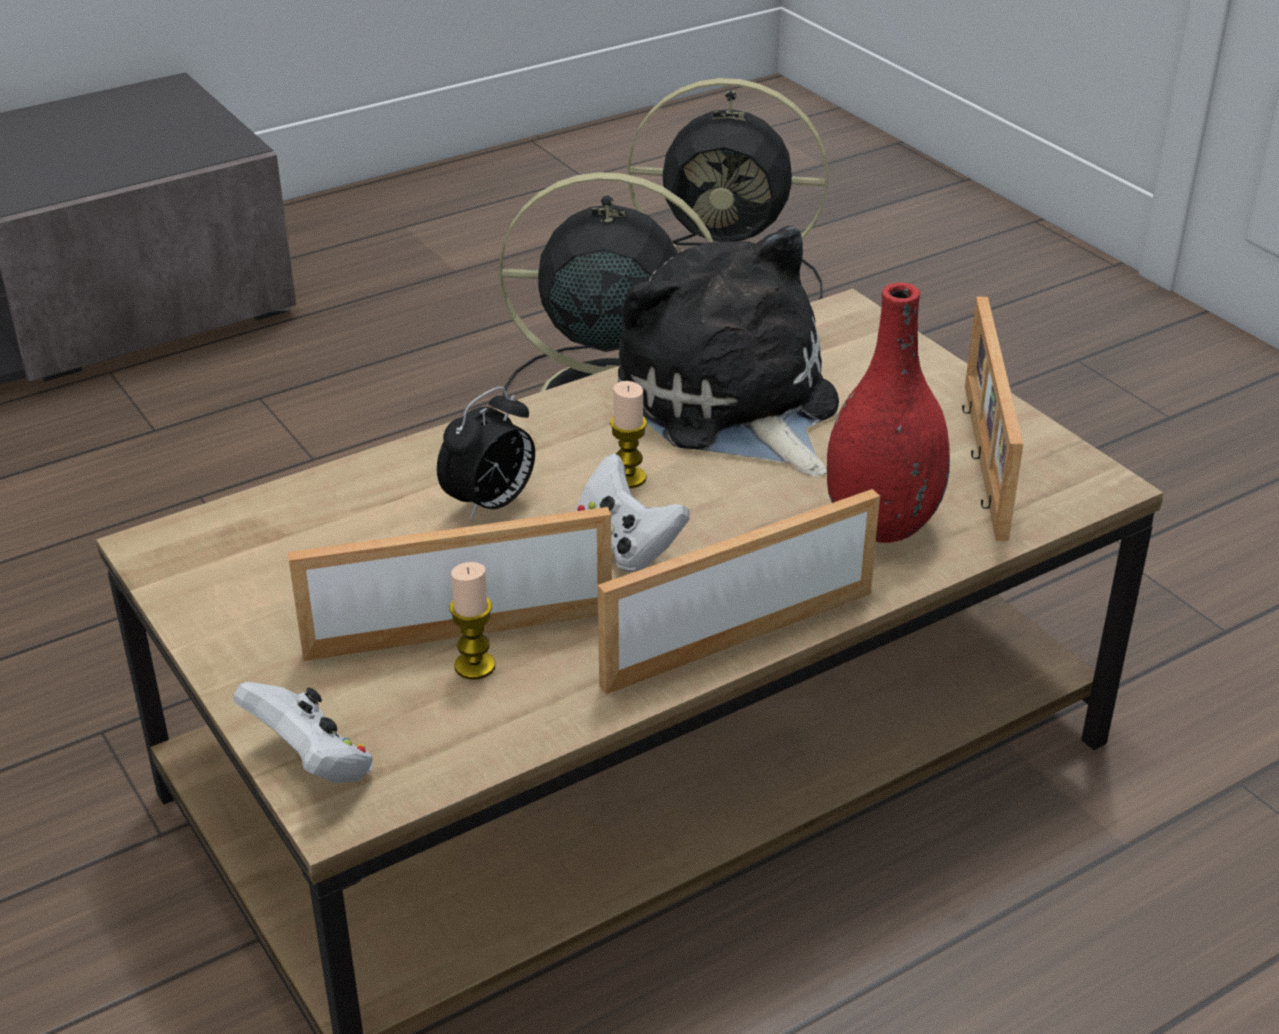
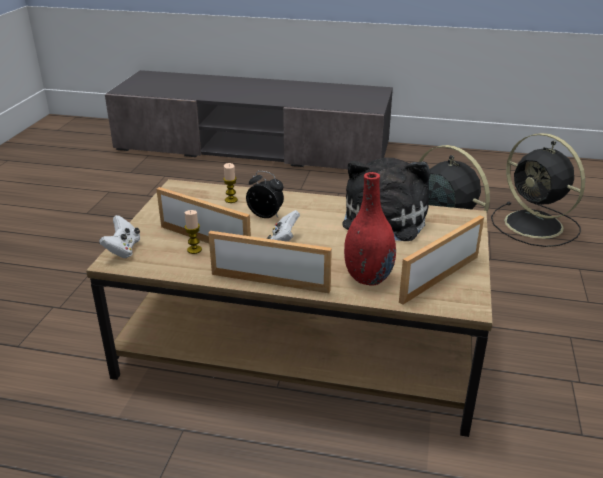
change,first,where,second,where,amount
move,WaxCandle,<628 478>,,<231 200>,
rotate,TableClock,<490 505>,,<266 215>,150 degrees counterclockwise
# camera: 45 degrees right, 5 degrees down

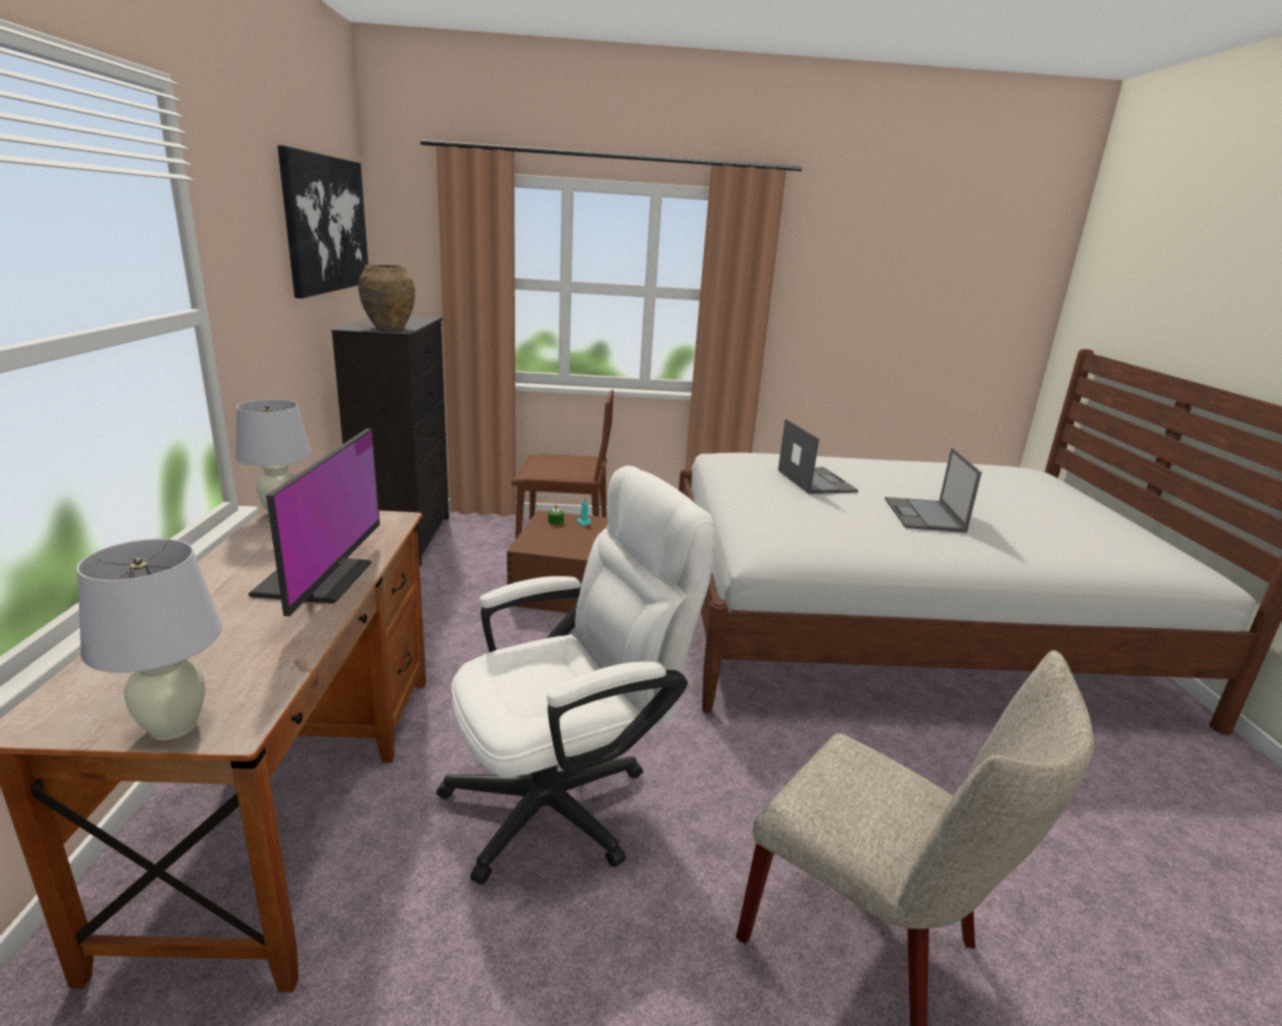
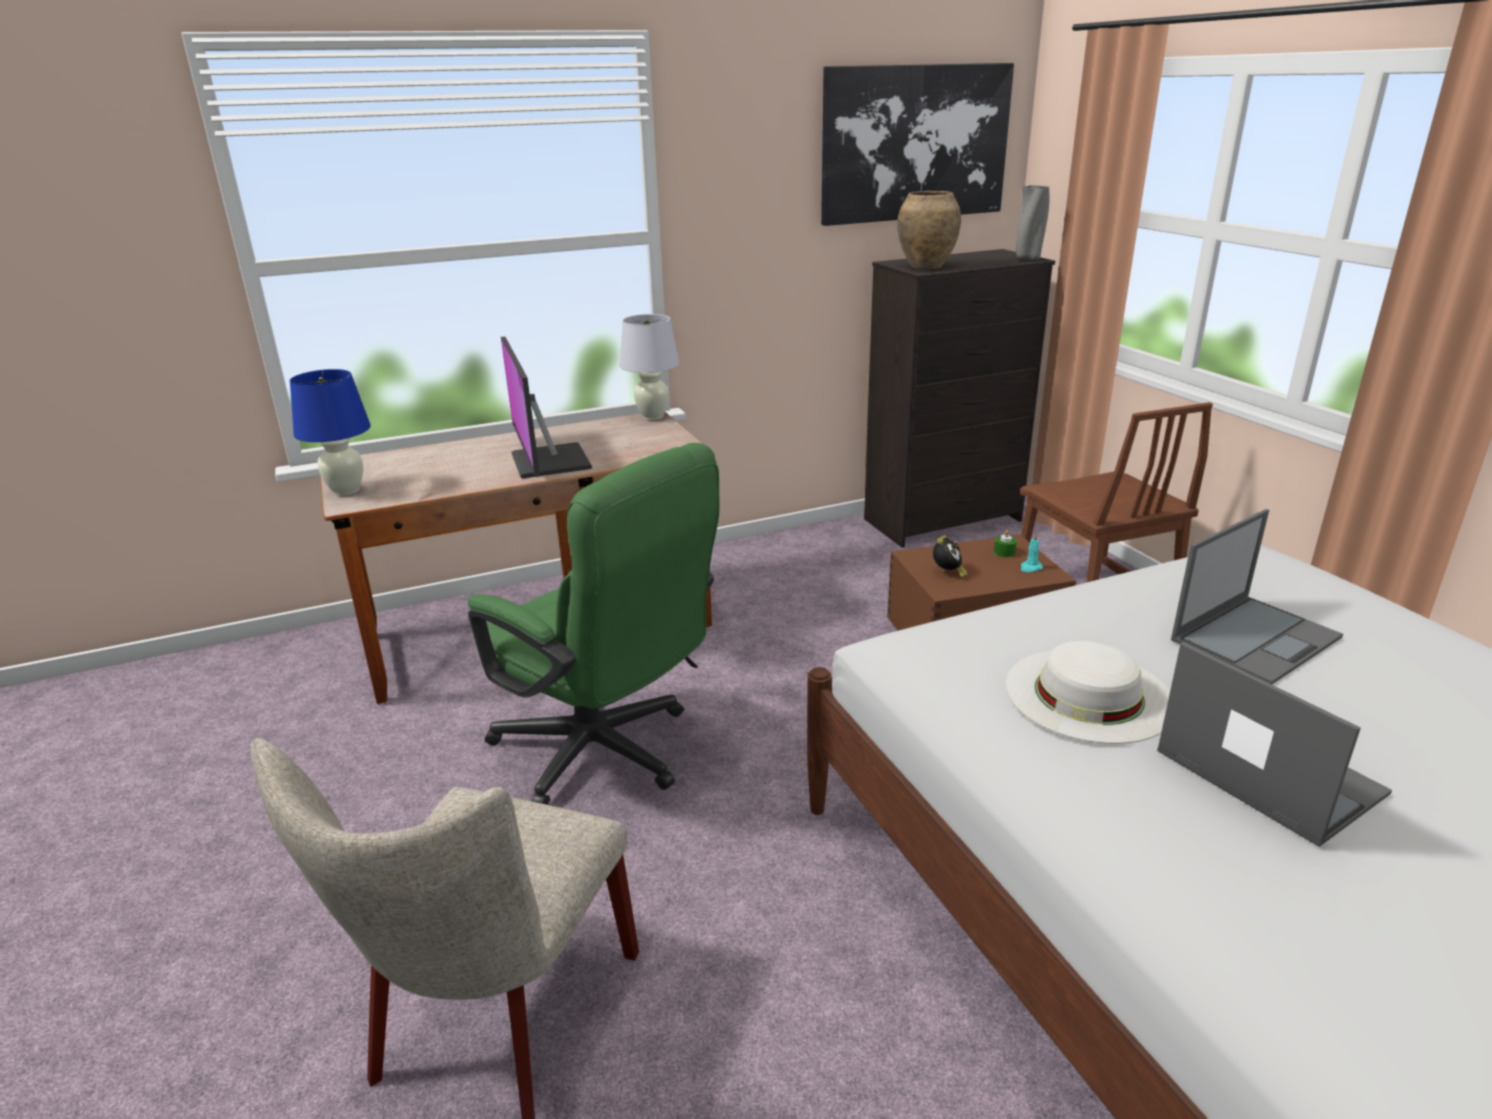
change,first,where,second,where,amount
recolor,WhiteTableLamp,<173 727>,BlueTableLamp,<345 491>,
recolor,WhiteDeskChair,<566 799>,GreenDeskChair,<606 755>,
rotate,ComputerScreen,<317 580>,,<548 462>,90 degrees clockwise
insert,,,TableClock,<948 573>,
insert,,,WhiteHat,<1088 694>,
insert,,,GreyVase,<1028 259>,
rotate,Laptop,<924 515>,,<1266 771>,75 degrees clockwise
# camera: 70 degrees right, 5 degrees up

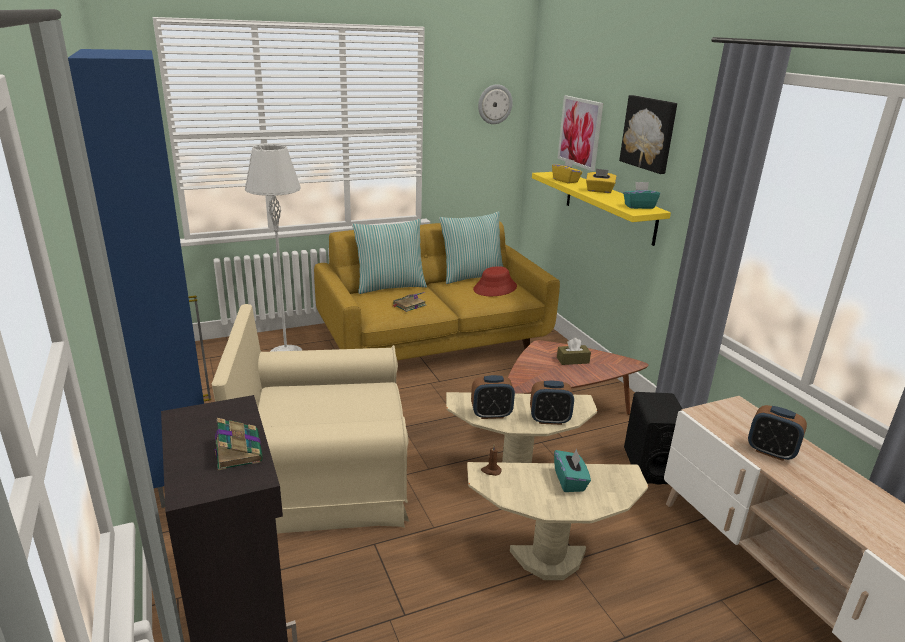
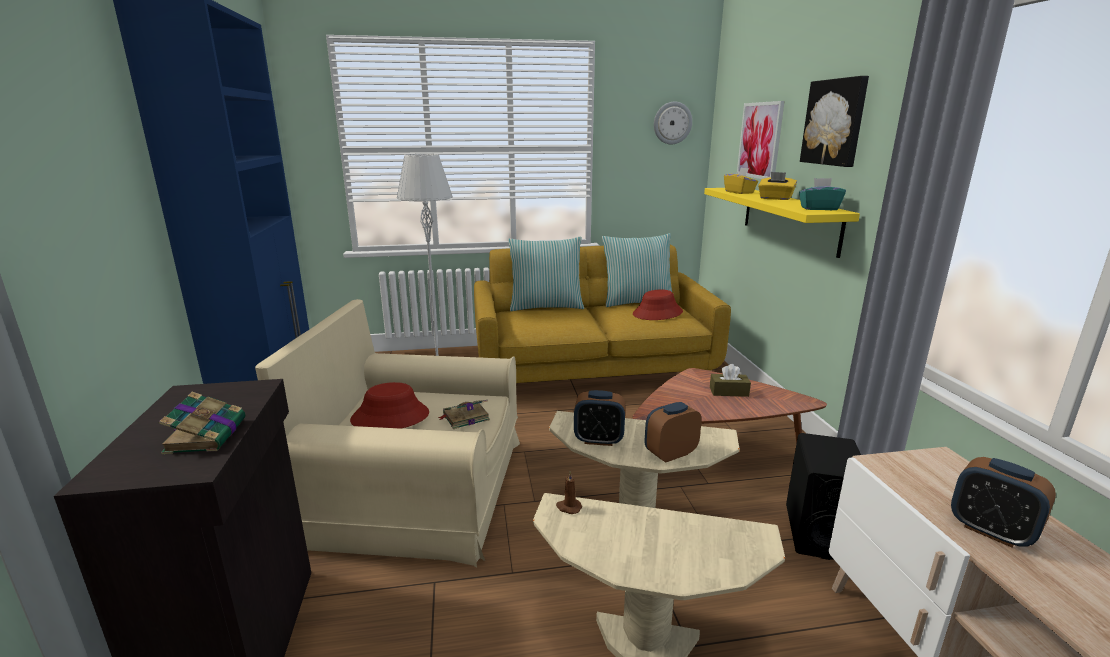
change,first,where,second,where,amount
insert,,,RedColouredHat,<390 417>,
move,Volume,<409 305>,,<465 418>,
rotate,TableClock,<549 420>,,<670 454>,135 degrees clockwise
delete,BlueGreenBoxOfTissues,<570 481>,,,
# camera: 15 degrees right, 5 degrees down

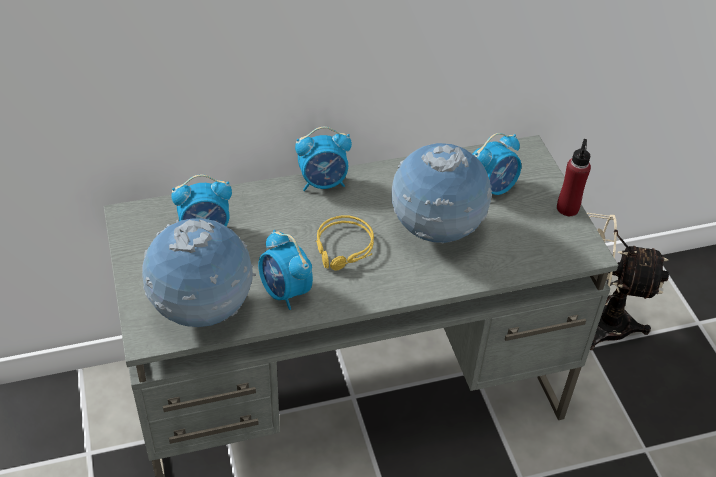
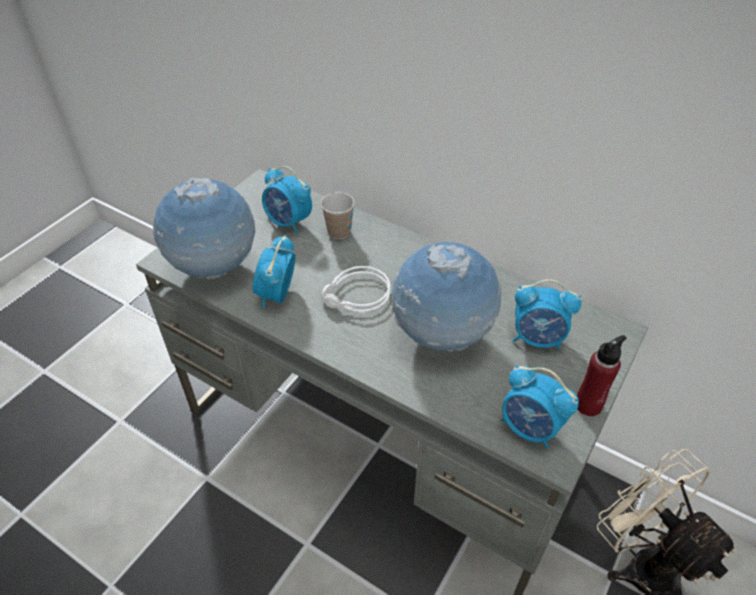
change,first,where,second,where,amount
insert,,,Cup,<339 232>,
recolor,YellowColouredPairOfHeadphones,<344 249>,WhitePairOfHeadphones,<356 297>,
move,TableClock,<323 183>,,<530 428>,
# camera: 50 degrees right, 0 degrees up

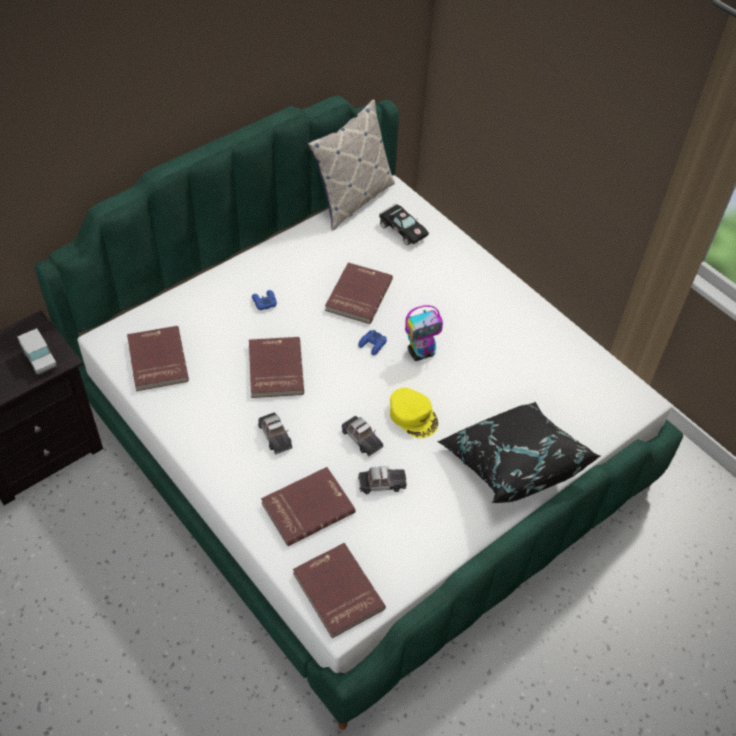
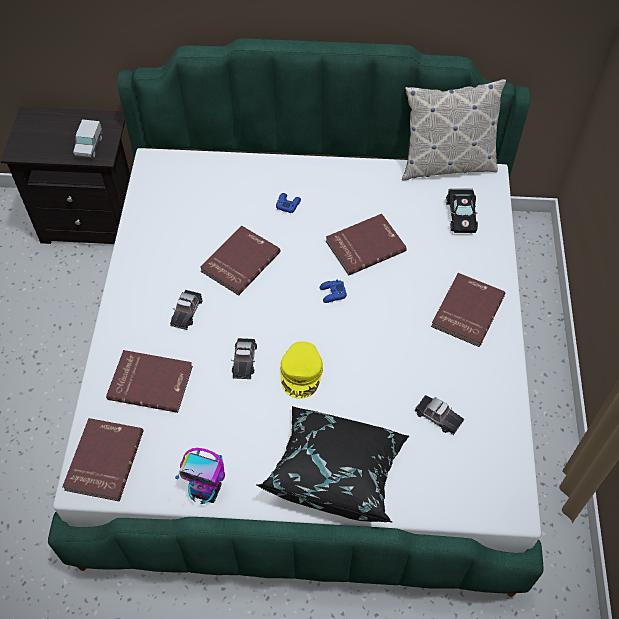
change,first,where,second,where,amount
move,RobotFigure,<421 352>,,<206 490>,
move,ToyCar,<382 483>,,<438 417>,
move,RedColouredVolume,<156 360>,,<466 310>,
# camera: 45 degrees right, 5 degrees up

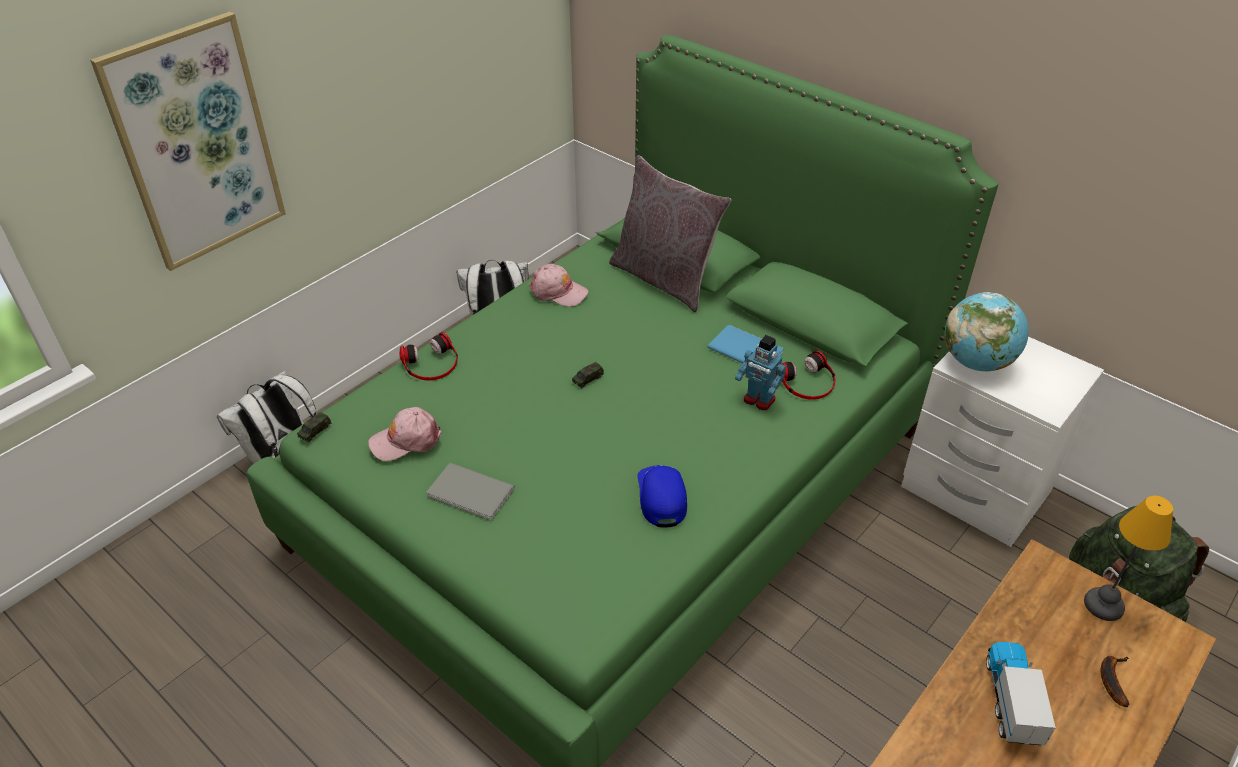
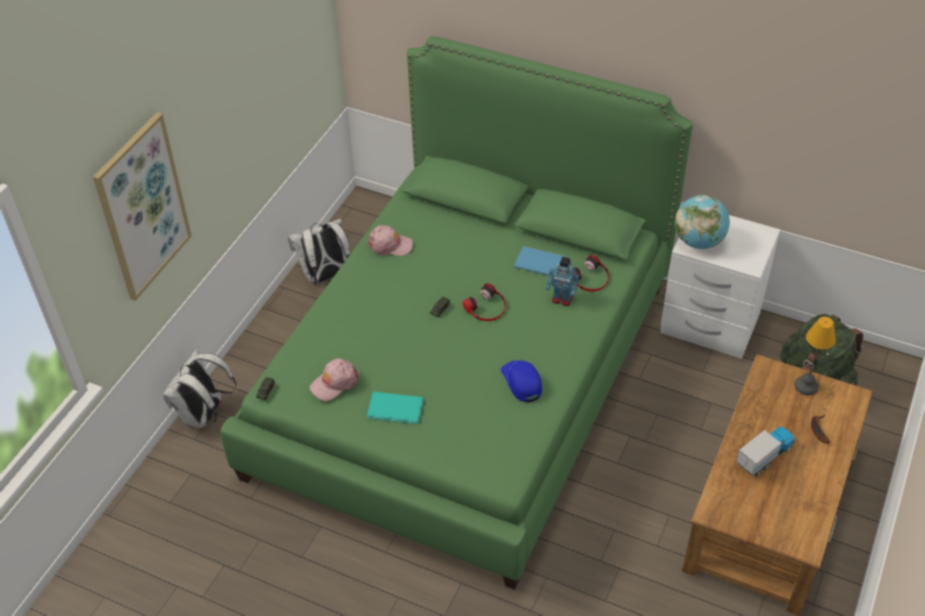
change,first,where,second,where,amount
recolor,GreyVolume,<471 494>,BlueGreenVolume,<396 409>,
move,PairOfHeadphones,<431 364>,,<486 308>,
rotate,ToyLorry,<1011 702>,,<764 457>,60 degrees clockwise
delete,GreyPillow,<664 279>,,,
# camera: 15 degrees left, 5 degrees up

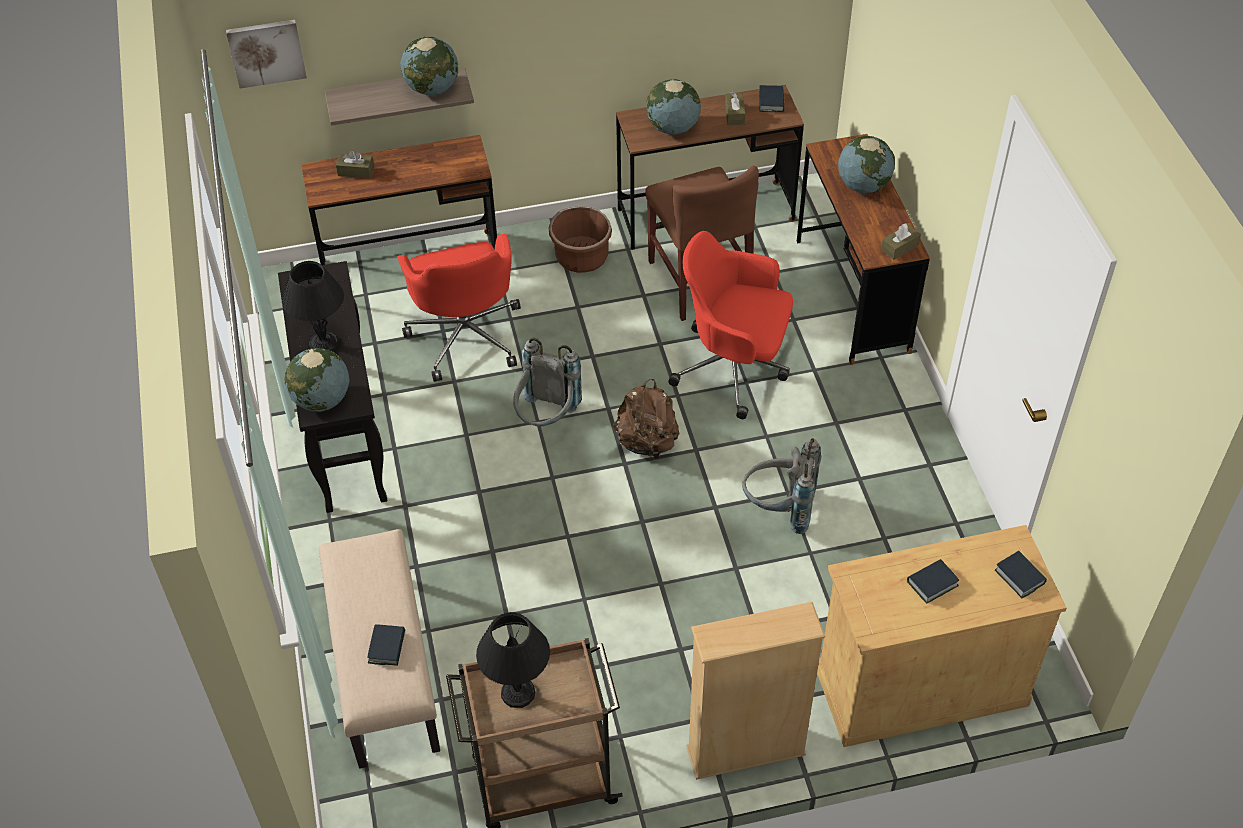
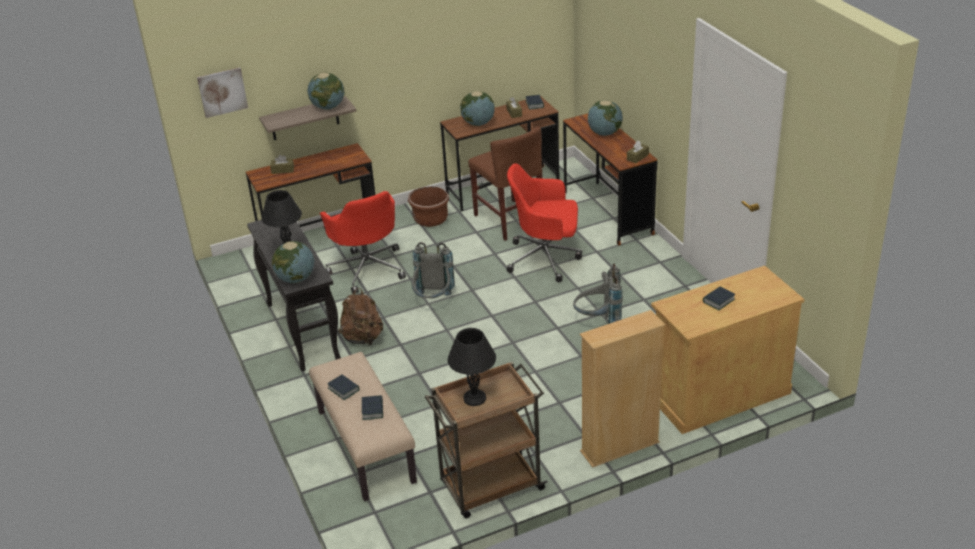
change,first,where,second,where,amount
move,Volume,<1019 577>,,<343 389>,
move,BrownColouredKnapsack,<647 442>,,<363 338>,
# camera: 10 degrees left, 15 degrees down

